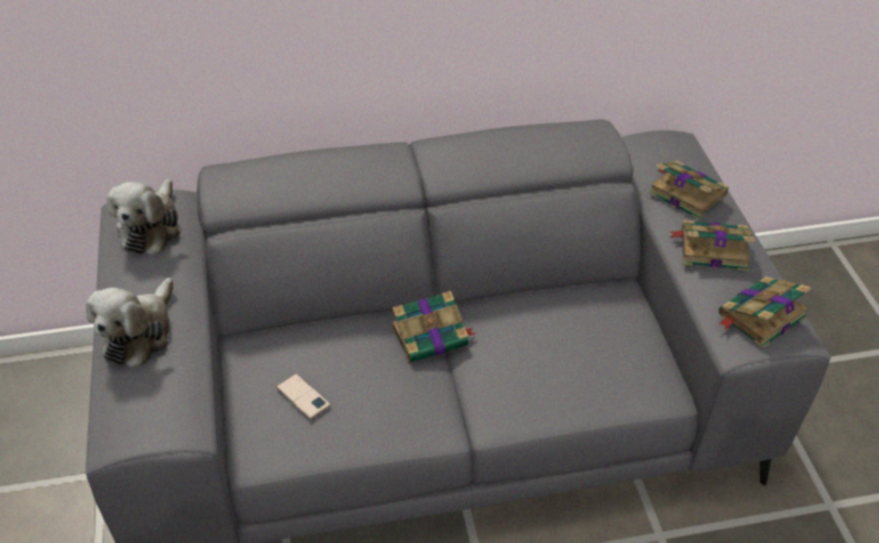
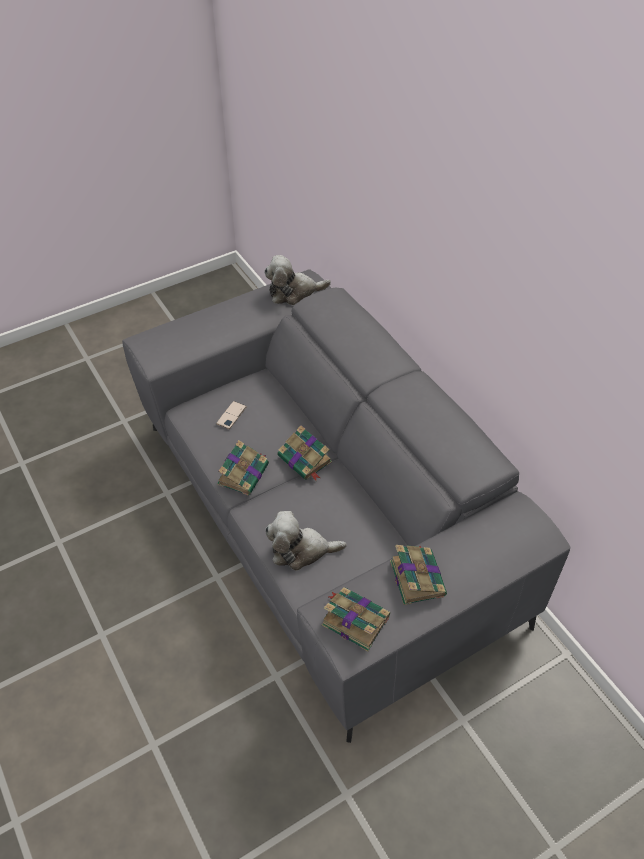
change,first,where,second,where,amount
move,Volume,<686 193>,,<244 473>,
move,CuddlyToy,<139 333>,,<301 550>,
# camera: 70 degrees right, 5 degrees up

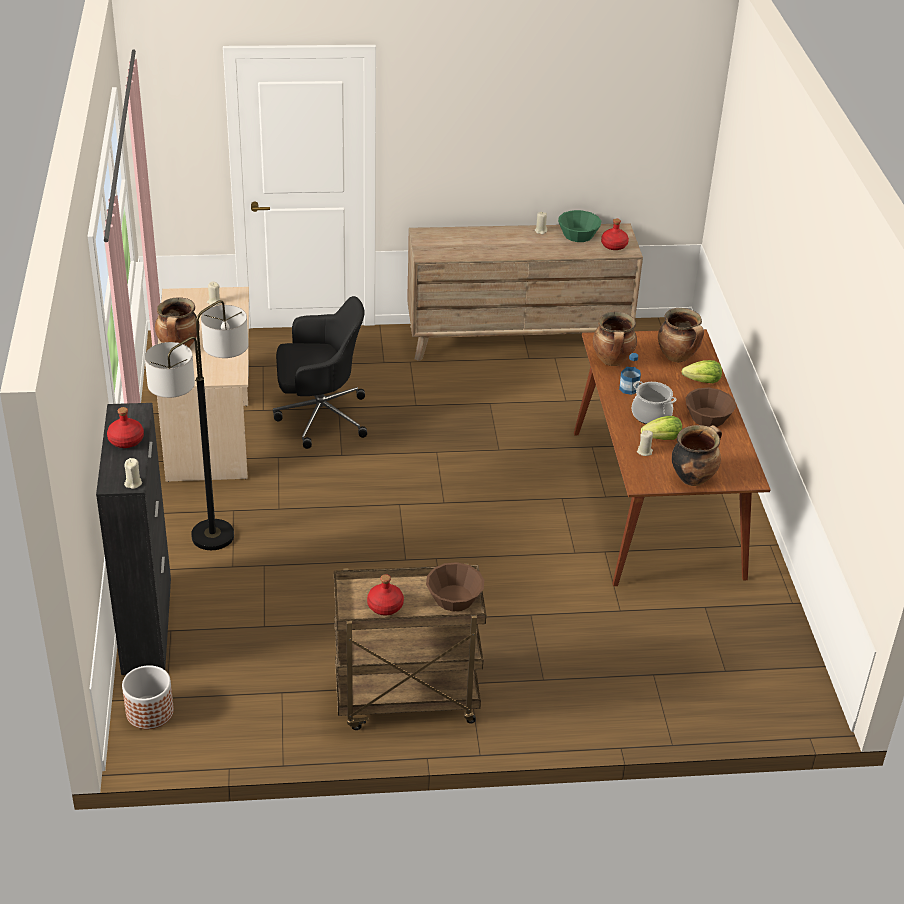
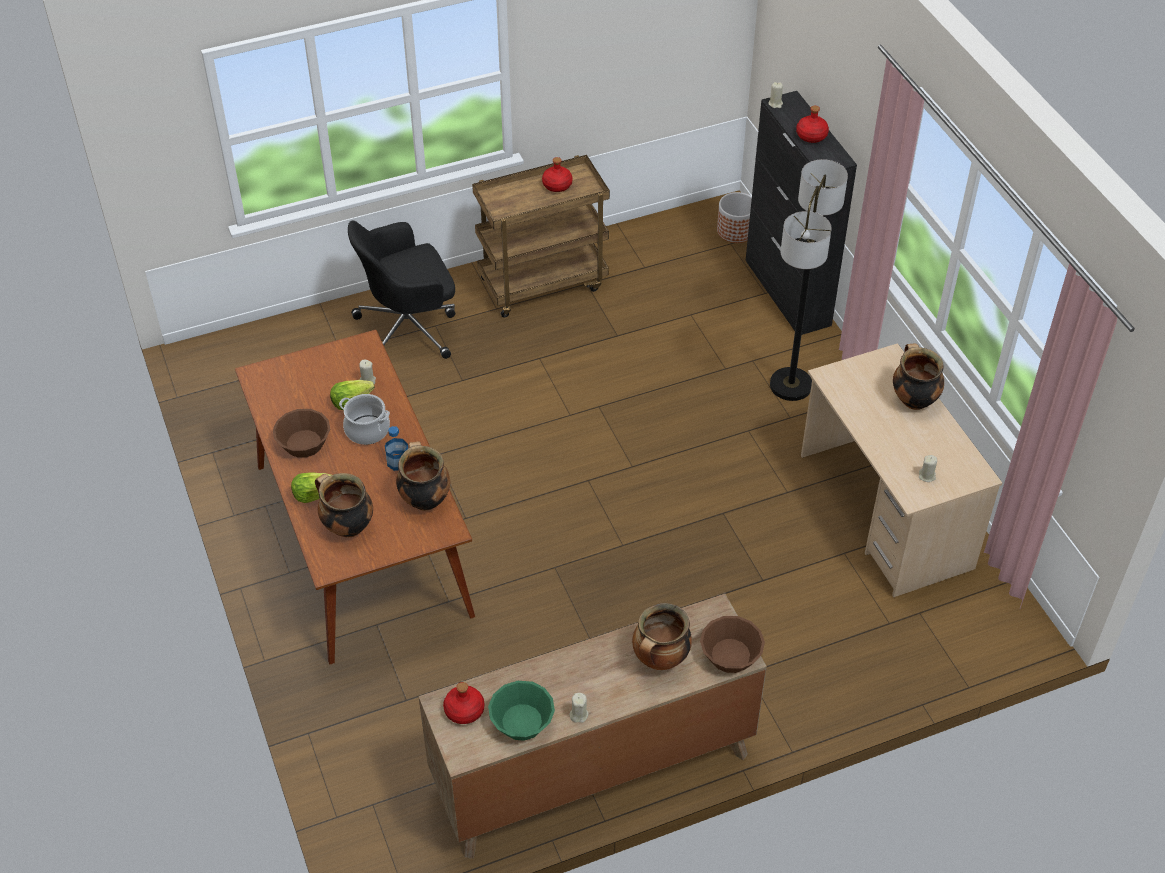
change,first,where,second,where,amount
move,BlackDeskChair,<319 416>,,<409 328>,
move,Saucepot,<693 477>,,<660 660>,
move,BrownColouredBowl,<454 597>,,<731 655>,
# camera: 165 degrees right, 10 degrees up

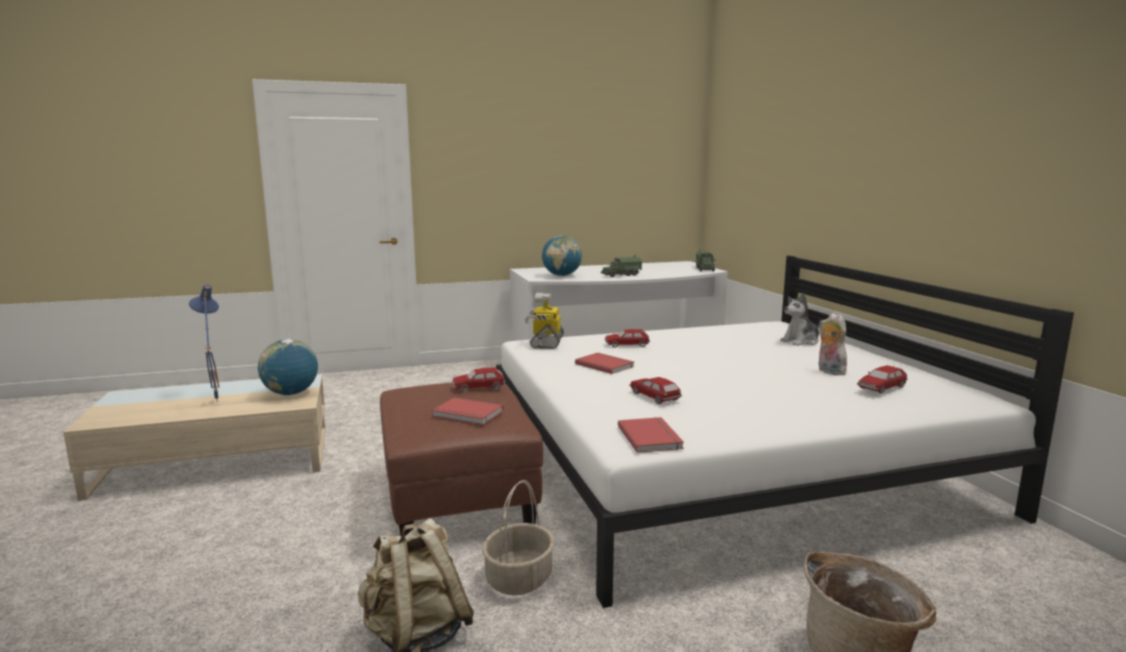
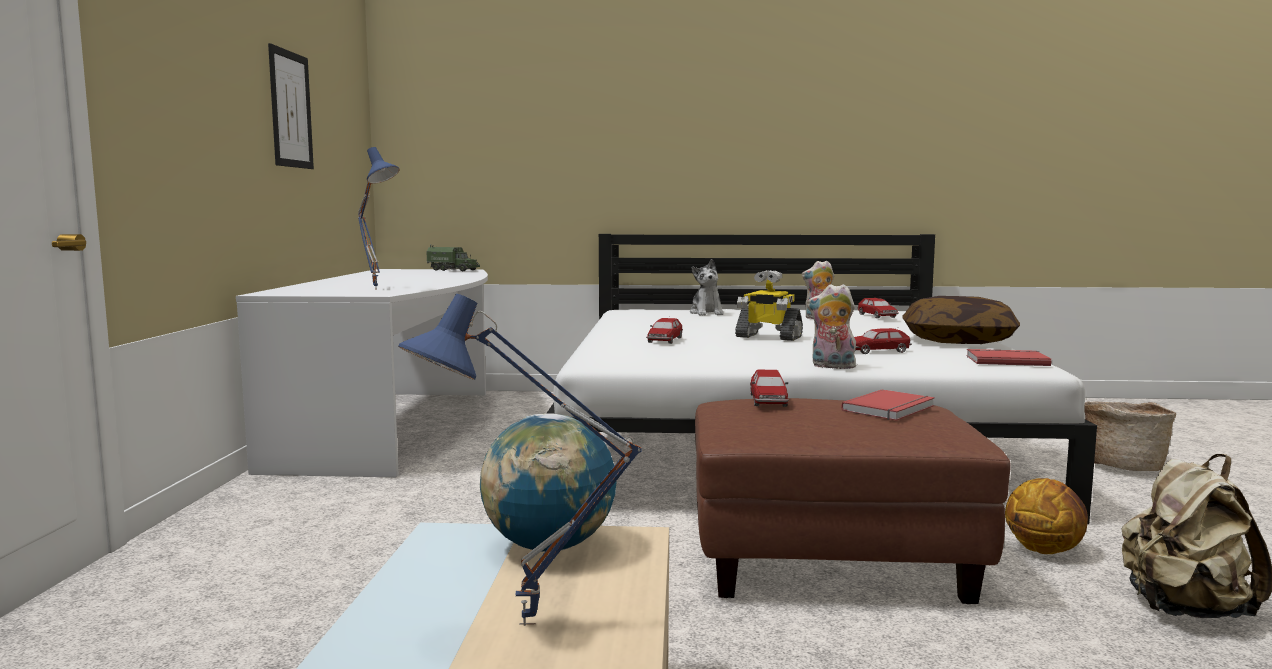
change,first,where,second,where,amount
insert,,,WallPicture,<290 109>,
replace,DeskGlobe,<561 276>,BlueTableLamp,<378 289>,
move,RobotFigure,<546 342>,,<767 337>,
insert,,,CuddlyToy,<831 367>,
insert,,,Pillow,<958 341>,
replace,StorageBasket,<519 579>,Basketball,<1044 550>,
delete,RedColouredVolume,<605 365>,,,
delete,ToyLorry,<621 275>,,,
# camera: 70 degrees left, 5 degrees down

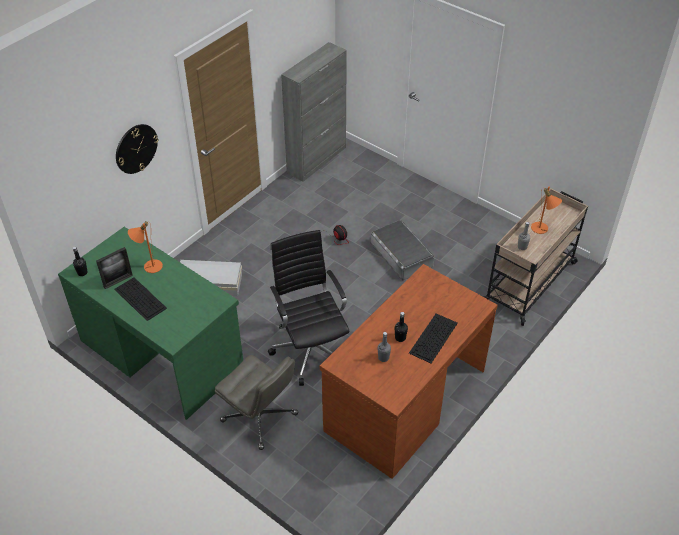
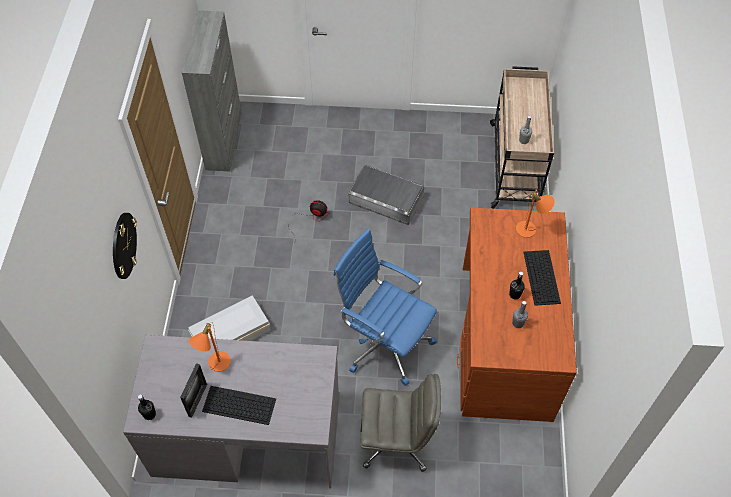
change,first,where,second,where,amount
recolor,GreenDesk,<162 352>,GreyDesk,<246 435>,
recolor,BlackDeskChair,<311 348>,BlueDeskChair,<384 342>,
move,OrangeColouredTableLamp,<542 230>,,<530 230>,
# camera: 35 degrees left, 10 degrees up

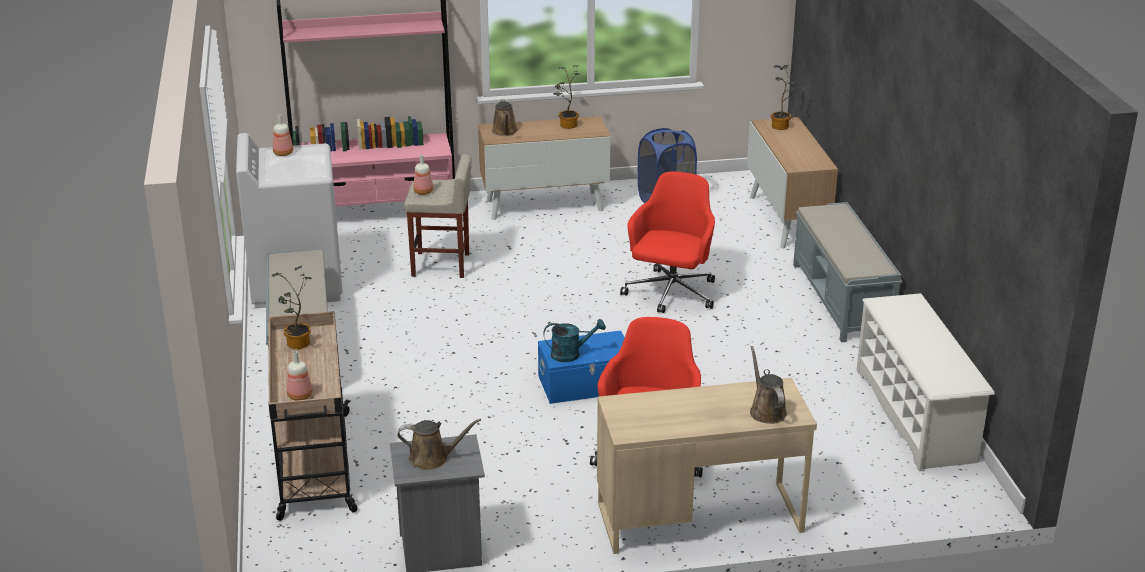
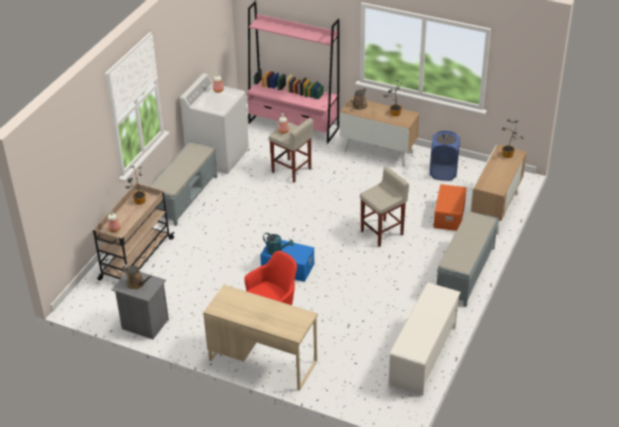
change,first,where,second,where,amount
replace,RedColouredDeskChair,<671 294>,SandColouredSittingStool,<382 232>,
insert,,,OrangeColouredStorageContainer,<448 215>,
delete,BrownColouredWateringCan,<766 410>,,,
# camera: 35 degrees right, 10 degrees up

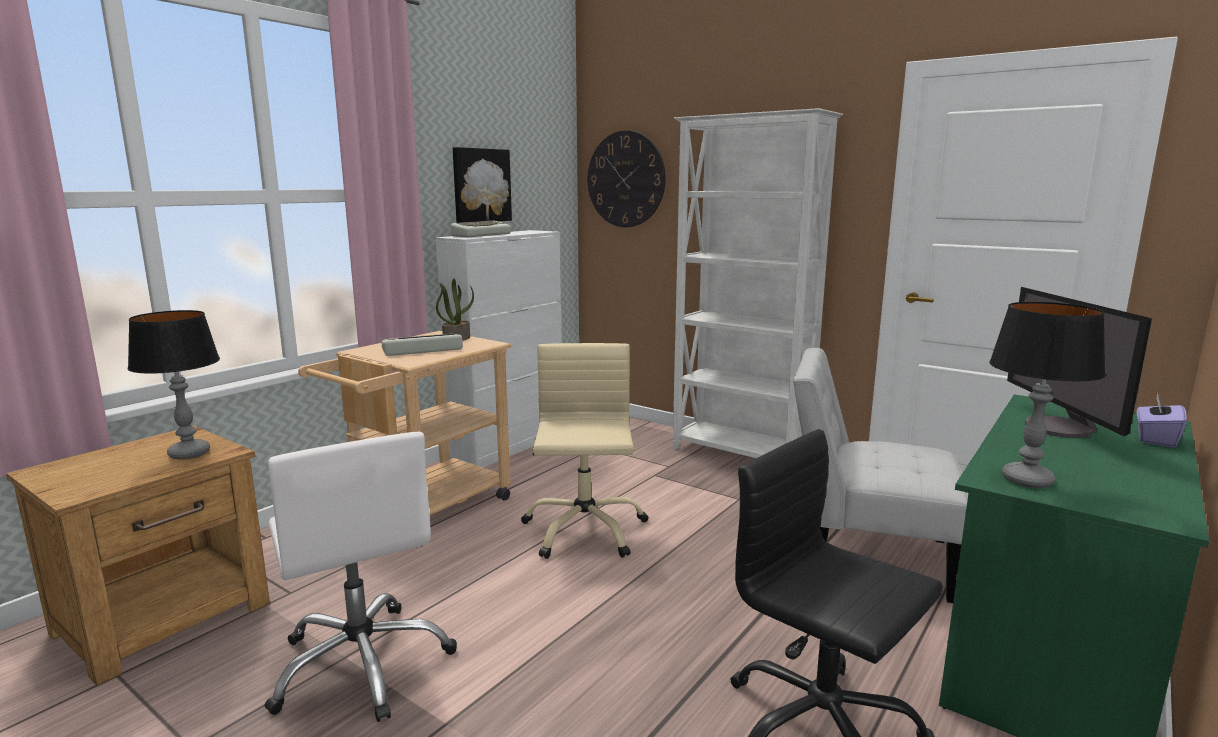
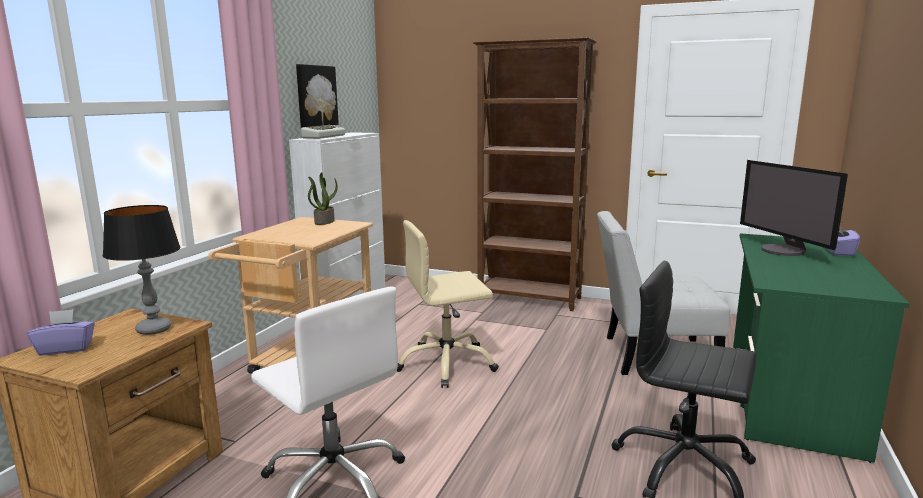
change,first,where,second,where,amount
insert,,,PurpleColouredBoxOfTissues,<66 348>,
rotate,SandColouredDeskChair,<584 530>,,<446 364>,90 degrees counterclockwise
recolor,WhiteShelvingUnit,<740 455>,BrownColouredShelvingUnit,<530 299>,
delete,PcKeyboard,<422 350>,,,
delete,ClockOnTheWall,<626 179>,,,
delete,TableLamp,<1027 480>,,,
# camera: 15 degrees left, 0 degrees up

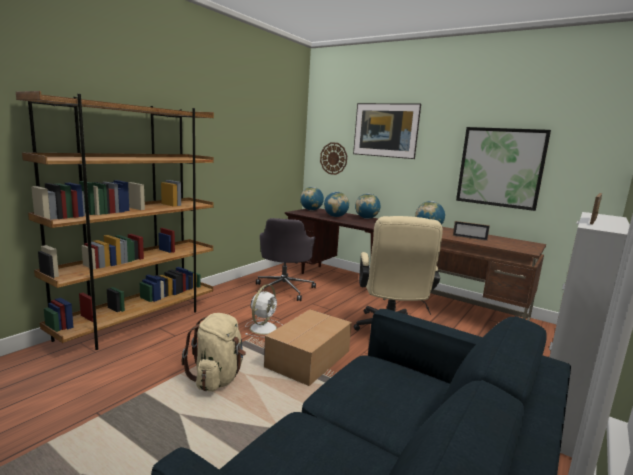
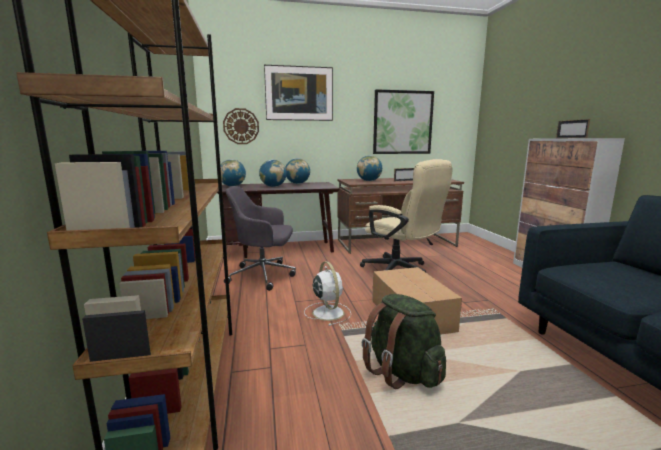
change,first,where,second,where,amount
rotate,GreyDeskChair,<284 289>,,<263 275>,135 degrees clockwise
recolor,SandColouredKnapsack,<217 378>,GreenKnapsack,<402 372>,
# camera: 45 degrees left, 0 degrees up

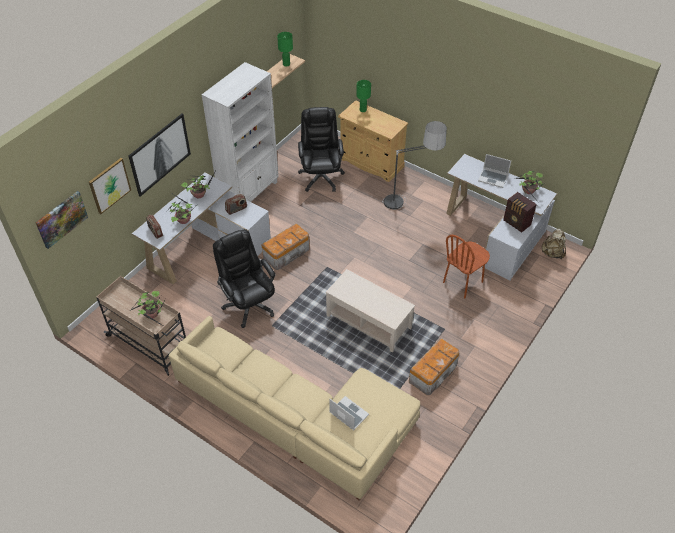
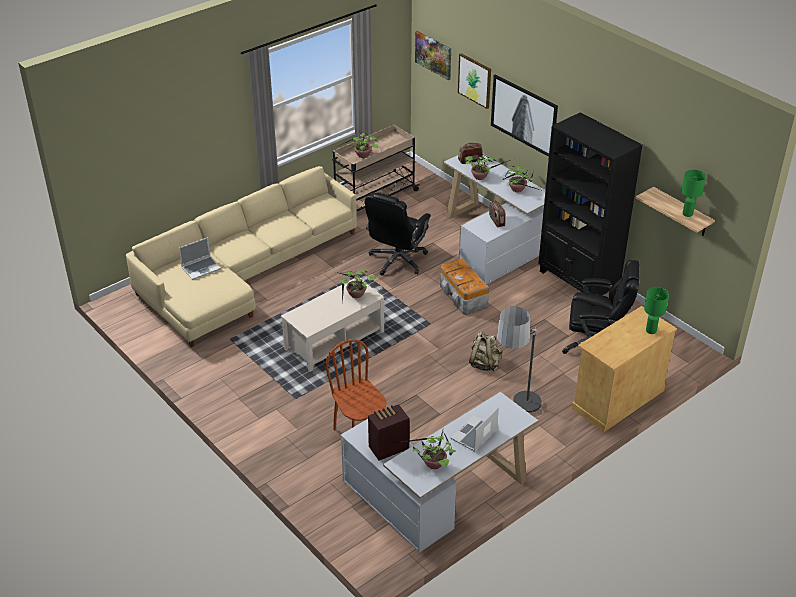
change,first,where,second,where,amount
insert,,,Houseplant,<356 296>,
rotate,BlackDeskChair,<249 304>,,<397 260>,135 degrees clockwise
move,SandColouredKnapsack,<552 253>,,<484 363>,
recolor,WhiteShelvingUnit,<249 192>,BlackShelvingUnit,<578 282>,
delete,StorageContainer,<434 373>,,,
# camera: 105 degrees right, 10 degrees down

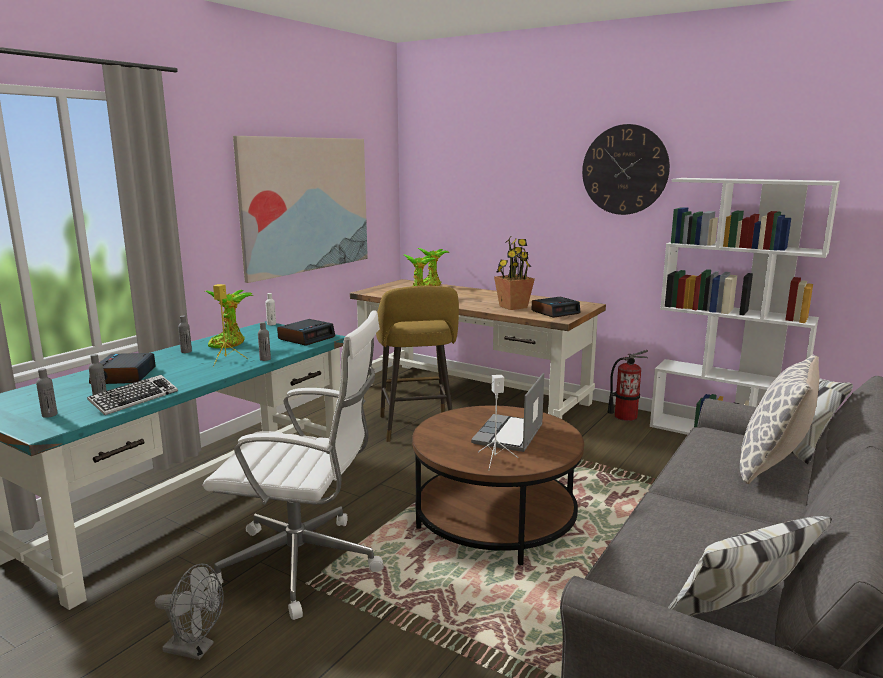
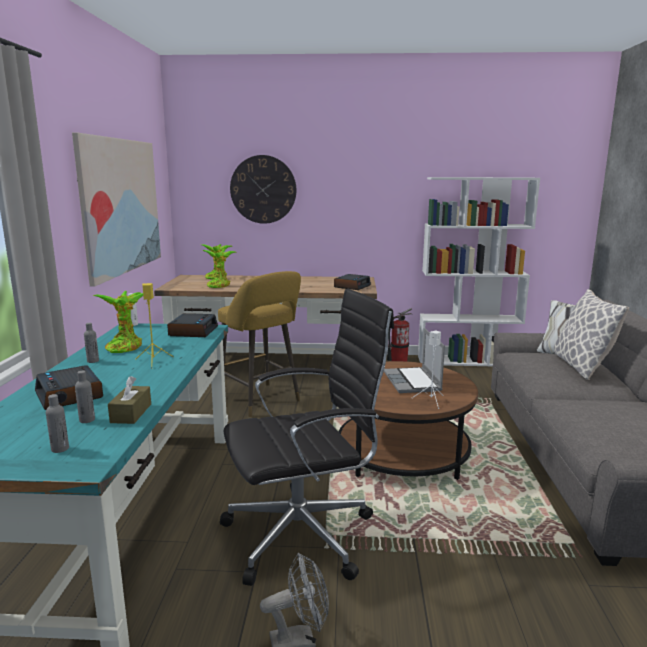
change,first,where,second,where,amount
replace,PcKeyboard,<134 399>,BrownColouredBoxOfTissues,<131 413>,
recolor,WhiteDeskChair,<304 565>,BlackDeskChair,<304 534>,
move,ClockOnTheWall,<624 170>,,<263 189>,
delete,GreyBottle,<265 359>,,,
delete,Houseplant,<513 307>,,,
# camera: 30 degrees left, 0 degrees up

